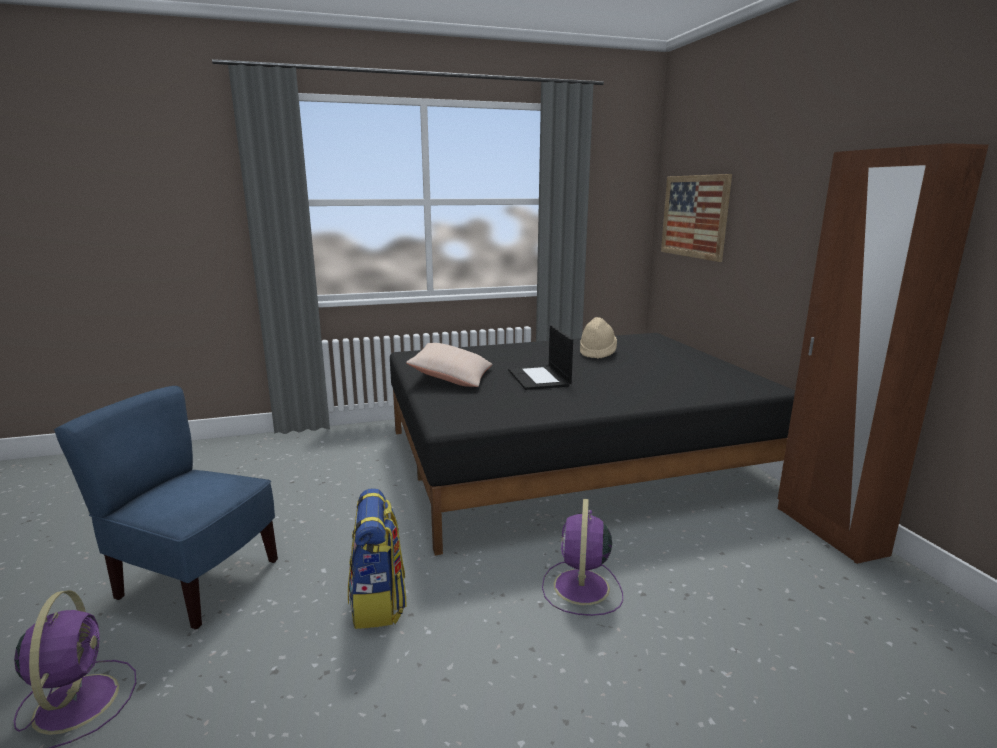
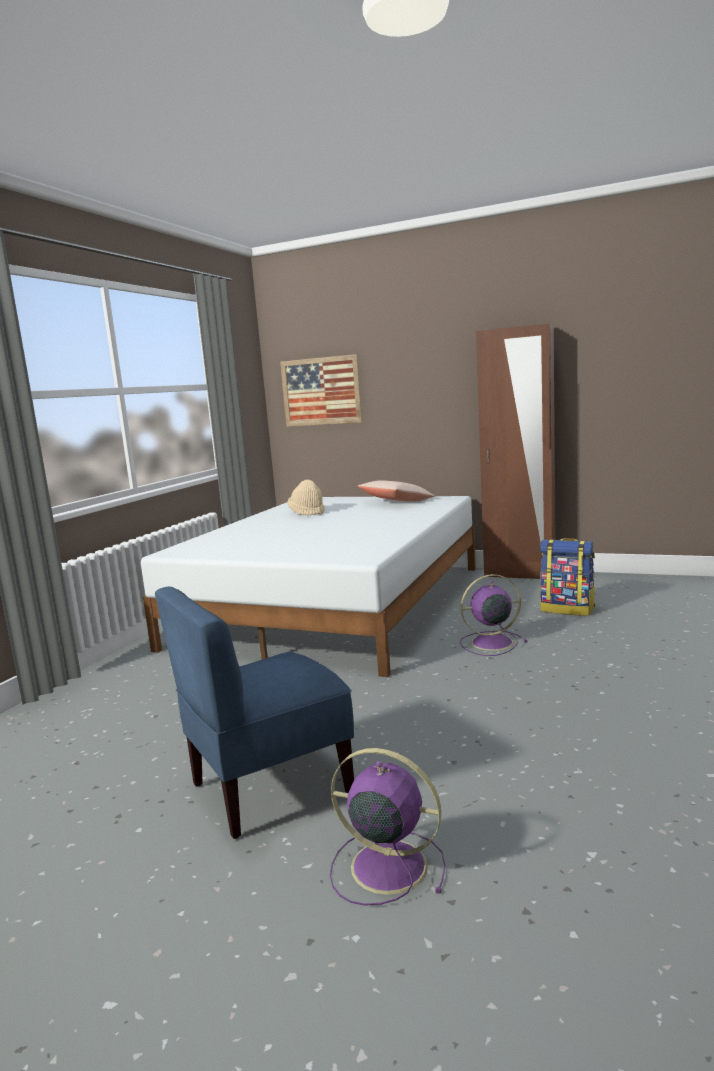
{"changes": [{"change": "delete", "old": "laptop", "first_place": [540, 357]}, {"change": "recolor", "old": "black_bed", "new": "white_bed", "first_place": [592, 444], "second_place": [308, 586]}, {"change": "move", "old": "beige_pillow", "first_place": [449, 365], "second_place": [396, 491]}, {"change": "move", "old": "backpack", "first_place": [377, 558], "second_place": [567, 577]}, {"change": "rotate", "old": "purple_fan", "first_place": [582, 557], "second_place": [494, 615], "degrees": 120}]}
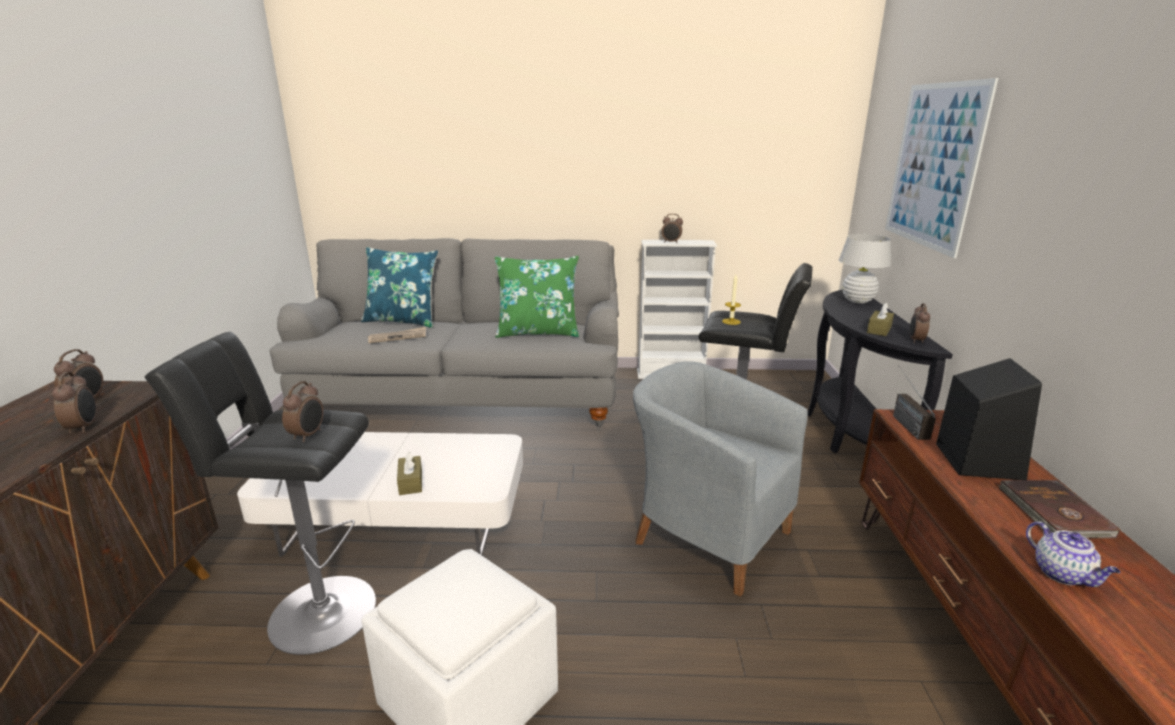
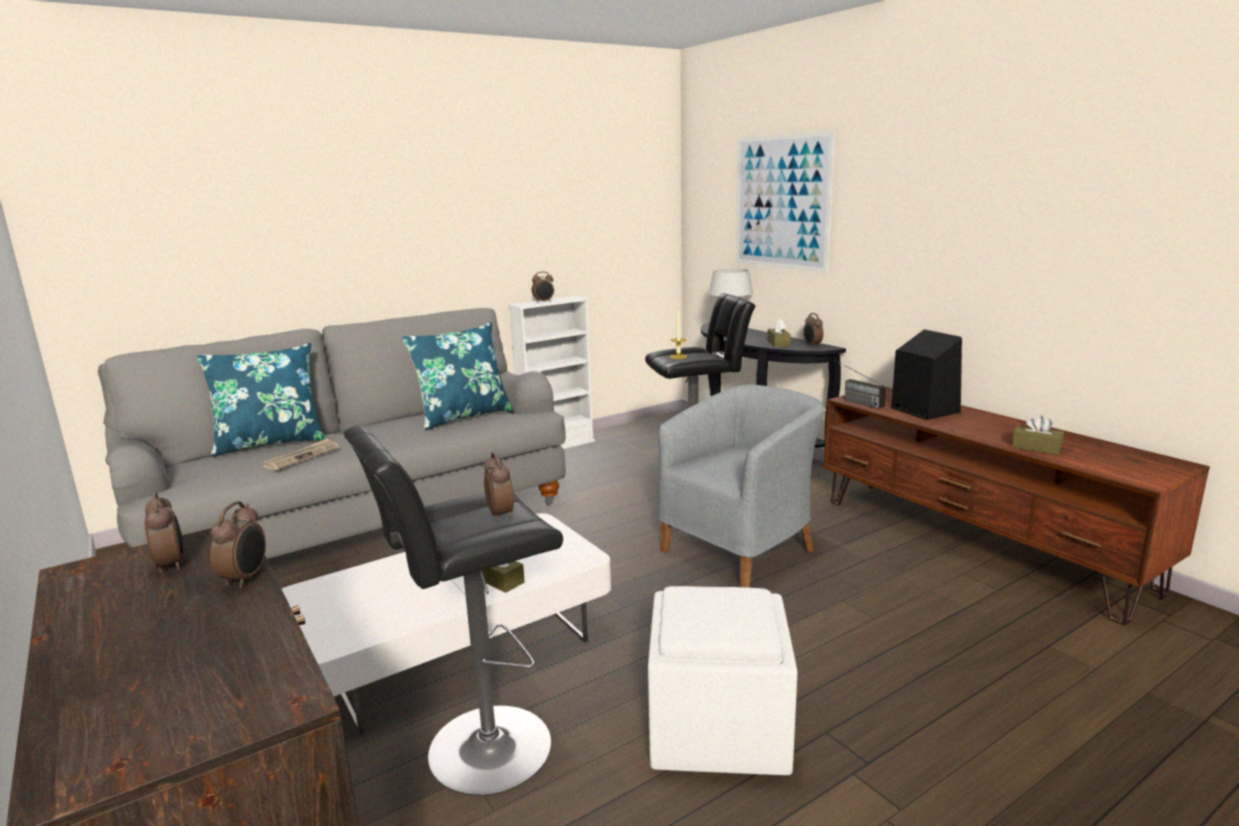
{"changes": [{"change": "recolor", "old": "green_pillow", "new": "blue_pillow", "first_place": [537, 297], "second_place": [457, 376]}, {"change": "rotate", "old": "grey_armchair", "first_place": [720, 479], "second_place": [741, 486], "degrees": 135}, {"change": "rotate", "old": "alarm_clock", "first_place": [74, 402], "second_place": [238, 544], "degrees": 60}, {"change": "delete", "old": "brown_book", "first_place": [1059, 509]}, {"change": "replace", "old": "teapot", "new": "brown_tissue_box", "first_place": [1073, 554], "second_place": [1038, 435]}]}
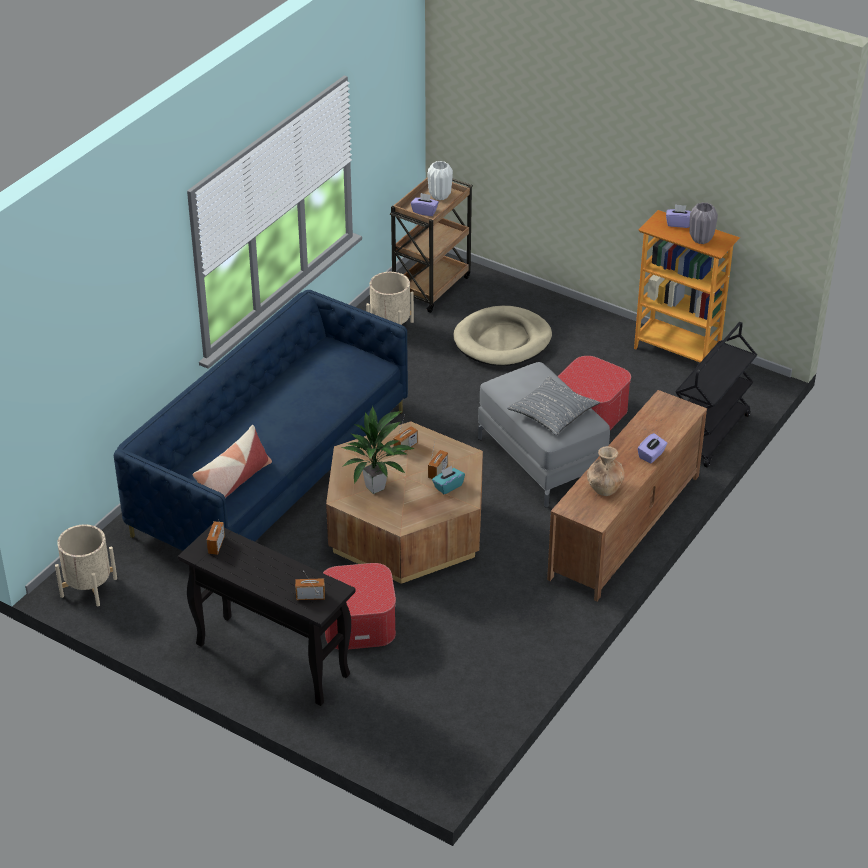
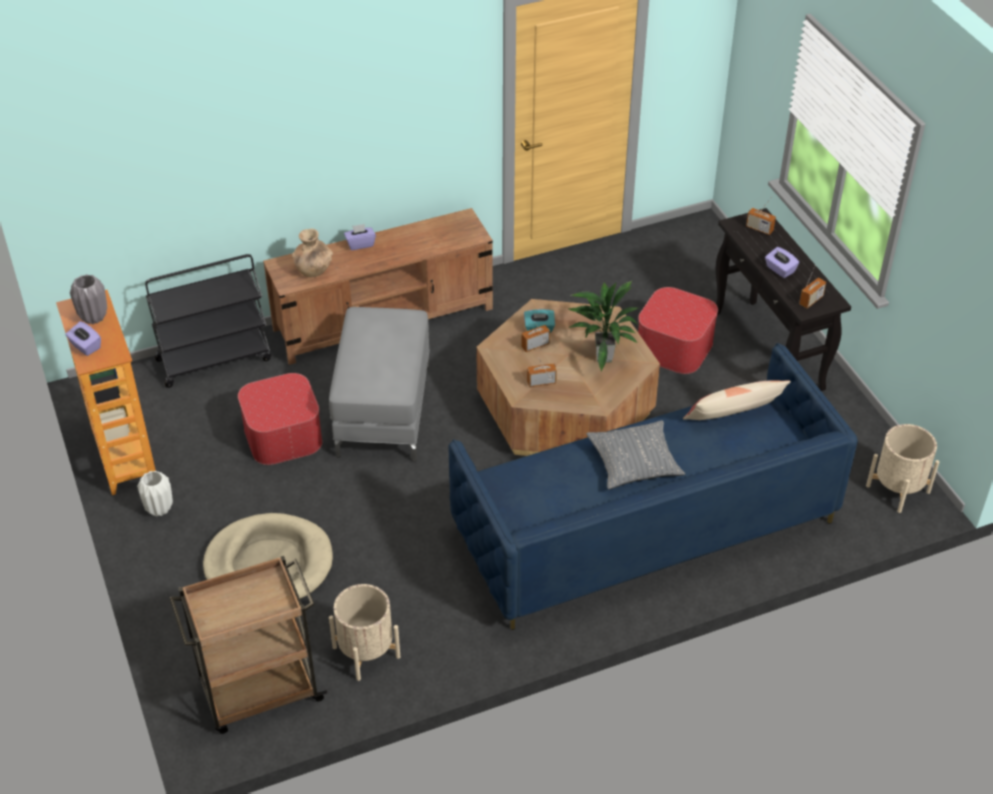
{"changes": [{"change": "move", "old": "white_vase", "first_place": [440, 180], "second_place": [155, 493]}, {"change": "move", "old": "purple_tissue_box", "first_place": [425, 204], "second_place": [782, 262]}, {"change": "move", "old": "grey_pillow", "first_place": [553, 405], "second_place": [635, 454]}, {"change": "move", "old": "brown_vase", "first_place": [606, 471], "second_place": [312, 253]}]}
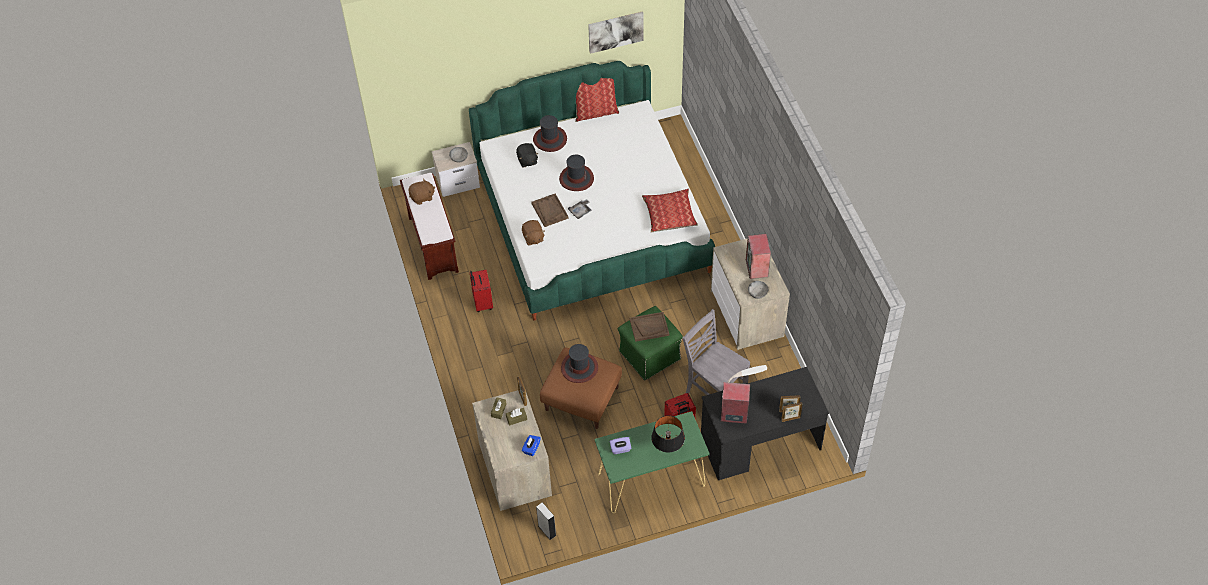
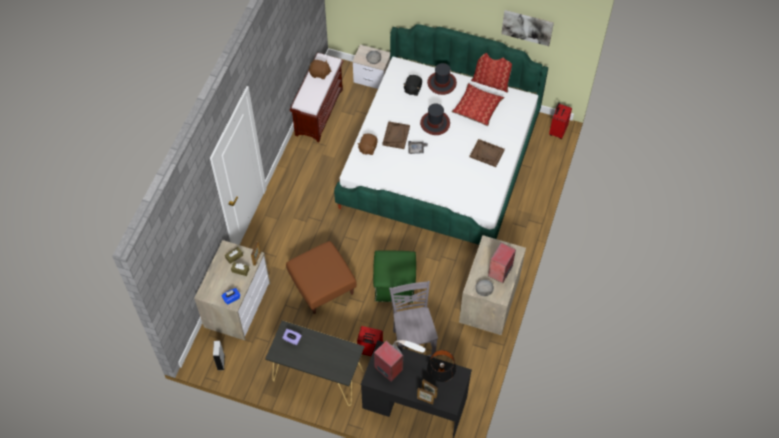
{"changes": [{"change": "move", "old": "pillow", "first_place": [670, 211], "second_place": [478, 104]}, {"change": "move", "old": "red_suitcase", "first_place": [481, 291], "second_place": [560, 120]}, {"change": "move", "old": "brown_tray", "first_place": [649, 327], "second_place": [487, 153]}, {"change": "delete", "old": "hat", "first_place": [579, 363]}, {"change": "recolor", "old": "green_console_table", "new": "black_console_table", "first_place": [652, 462], "second_place": [314, 363]}, {"change": "move", "old": "black_table_lamp", "first_place": [668, 433], "second_place": [441, 366]}]}
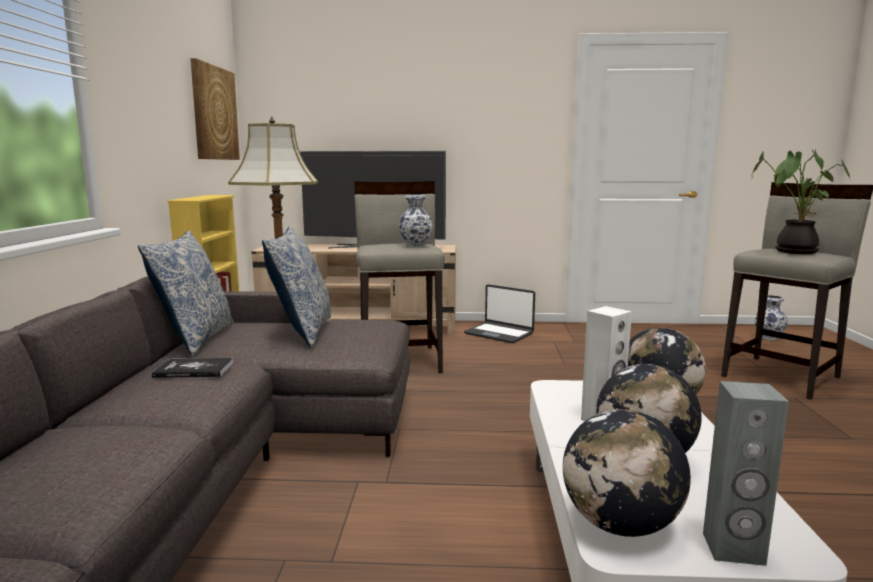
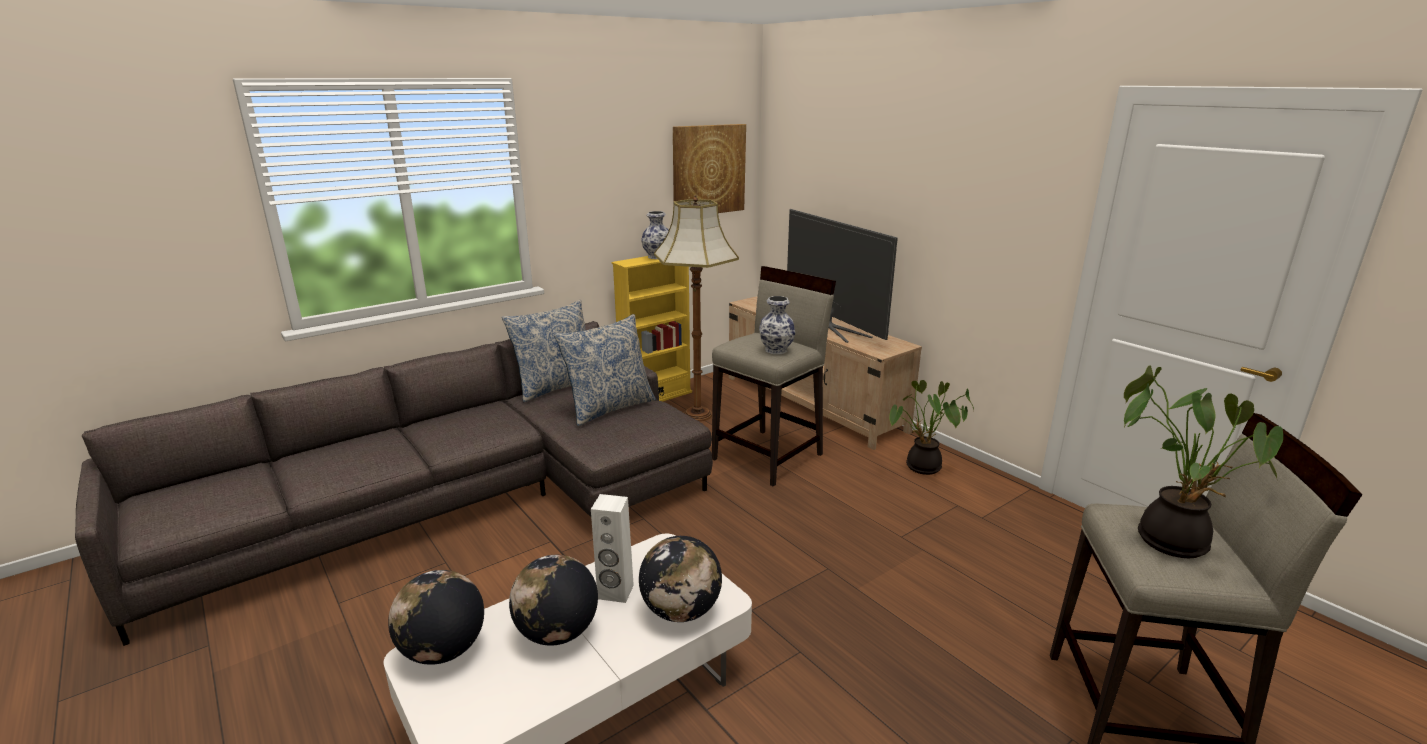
{"changes": [{"change": "replace", "old": "laptop", "new": "potted_plant", "first_place": [499, 313], "second_place": [931, 427]}, {"change": "move", "old": "vase", "first_place": [771, 317], "second_place": [655, 235]}, {"change": "delete", "old": "book", "first_place": [192, 368]}, {"change": "delete", "old": "grey_speaker", "first_place": [746, 473]}]}
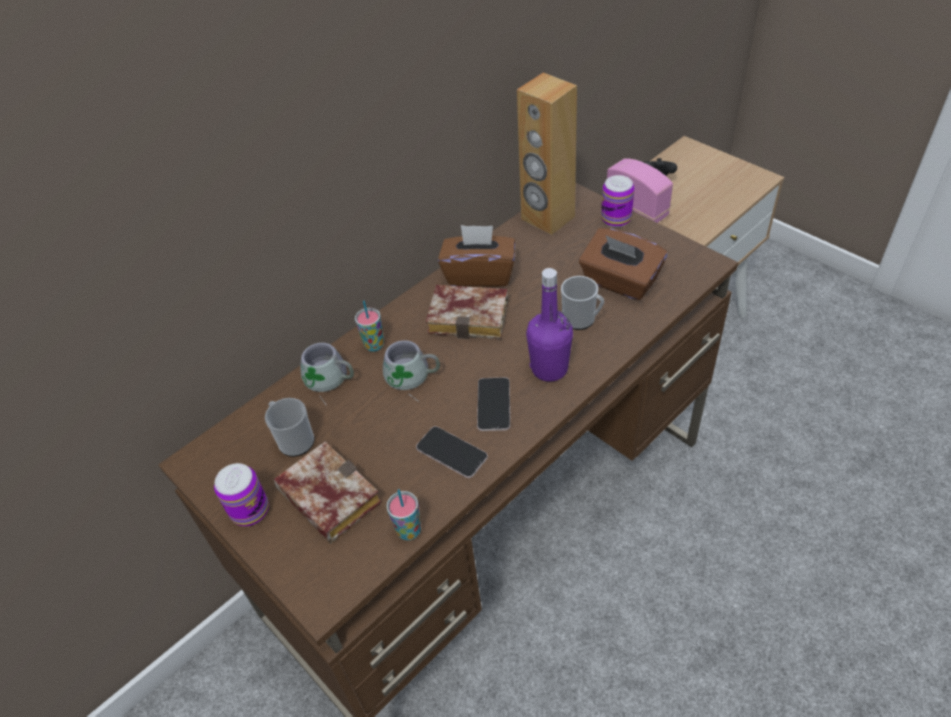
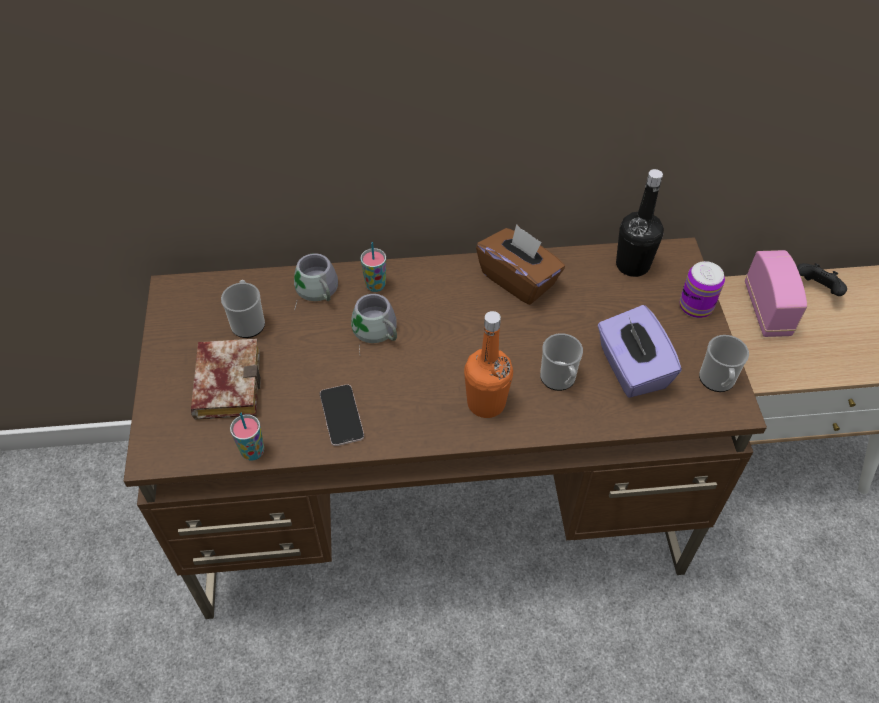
{"changes": [{"change": "replace", "old": "brown_speaker", "new": "black_bottle", "first_place": [547, 154], "second_place": [640, 223]}, {"change": "recolor", "old": "brown_tissue_box", "new": "purple_tissue_box", "first_place": [623, 264], "second_place": [639, 351]}, {"change": "recolor", "old": "purple_bottle", "new": "orange_bottle", "first_place": [549, 324], "second_place": [488, 364]}, {"change": "delete", "old": "book", "first_place": [467, 312]}, {"change": "delete", "old": "phone", "first_place": [493, 404]}, {"change": "delete", "old": "can", "first_place": [241, 494]}, {"change": "insert", "new": "mug", "second_place": [724, 363]}]}
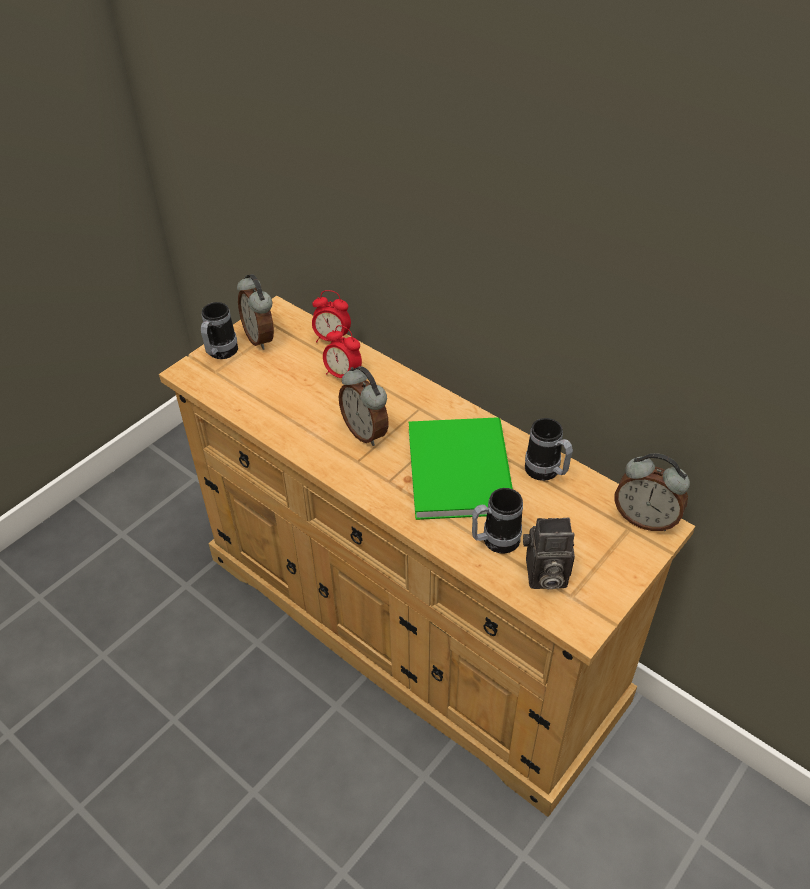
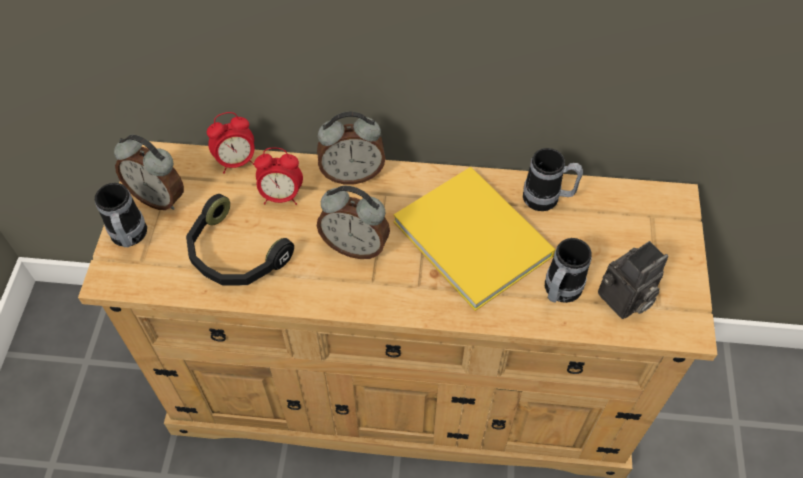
{"changes": [{"change": "recolor", "old": "green_book", "new": "yellow_book", "first_place": [461, 468], "second_place": [475, 239]}, {"change": "move", "old": "alarm_clock", "first_place": [652, 492], "second_place": [351, 148]}, {"change": "insert", "new": "black_headphones", "second_place": [240, 240]}]}
